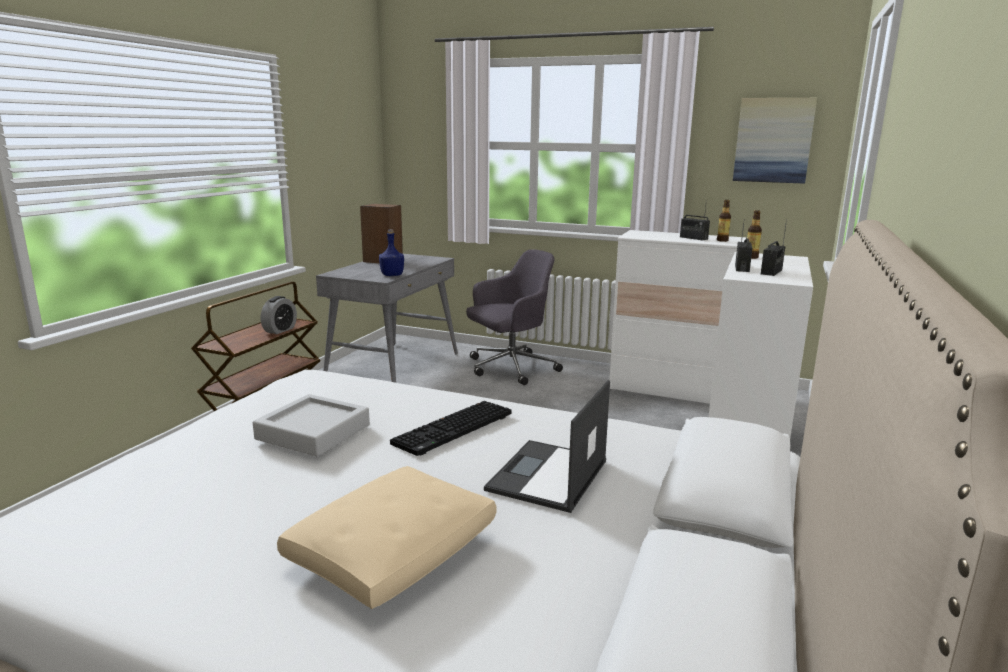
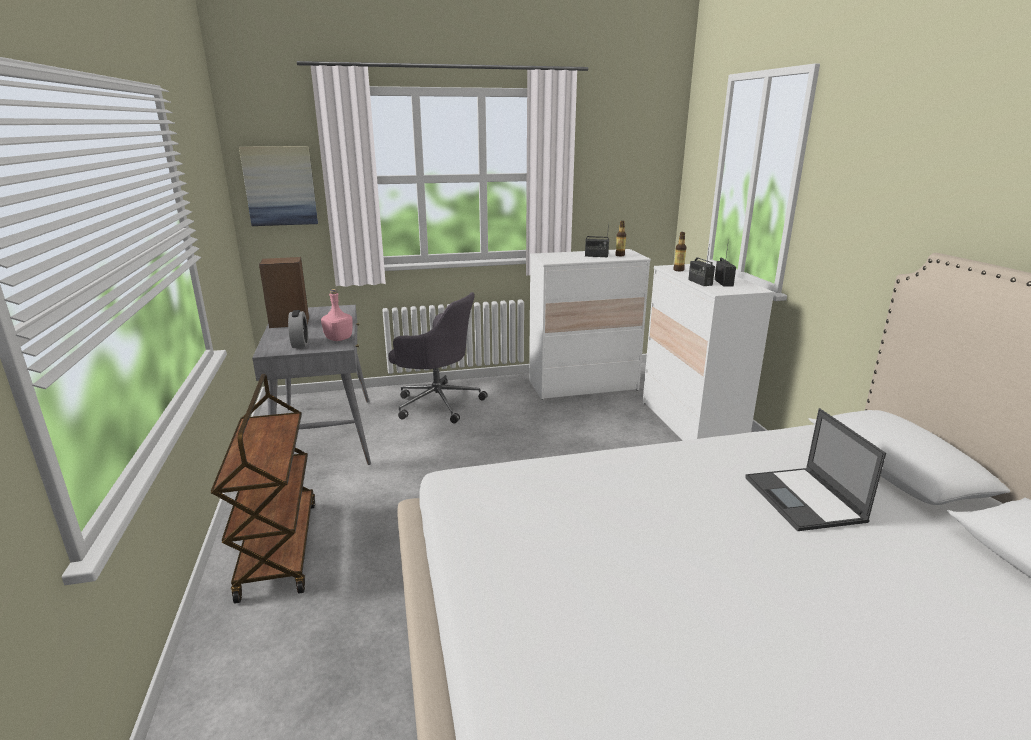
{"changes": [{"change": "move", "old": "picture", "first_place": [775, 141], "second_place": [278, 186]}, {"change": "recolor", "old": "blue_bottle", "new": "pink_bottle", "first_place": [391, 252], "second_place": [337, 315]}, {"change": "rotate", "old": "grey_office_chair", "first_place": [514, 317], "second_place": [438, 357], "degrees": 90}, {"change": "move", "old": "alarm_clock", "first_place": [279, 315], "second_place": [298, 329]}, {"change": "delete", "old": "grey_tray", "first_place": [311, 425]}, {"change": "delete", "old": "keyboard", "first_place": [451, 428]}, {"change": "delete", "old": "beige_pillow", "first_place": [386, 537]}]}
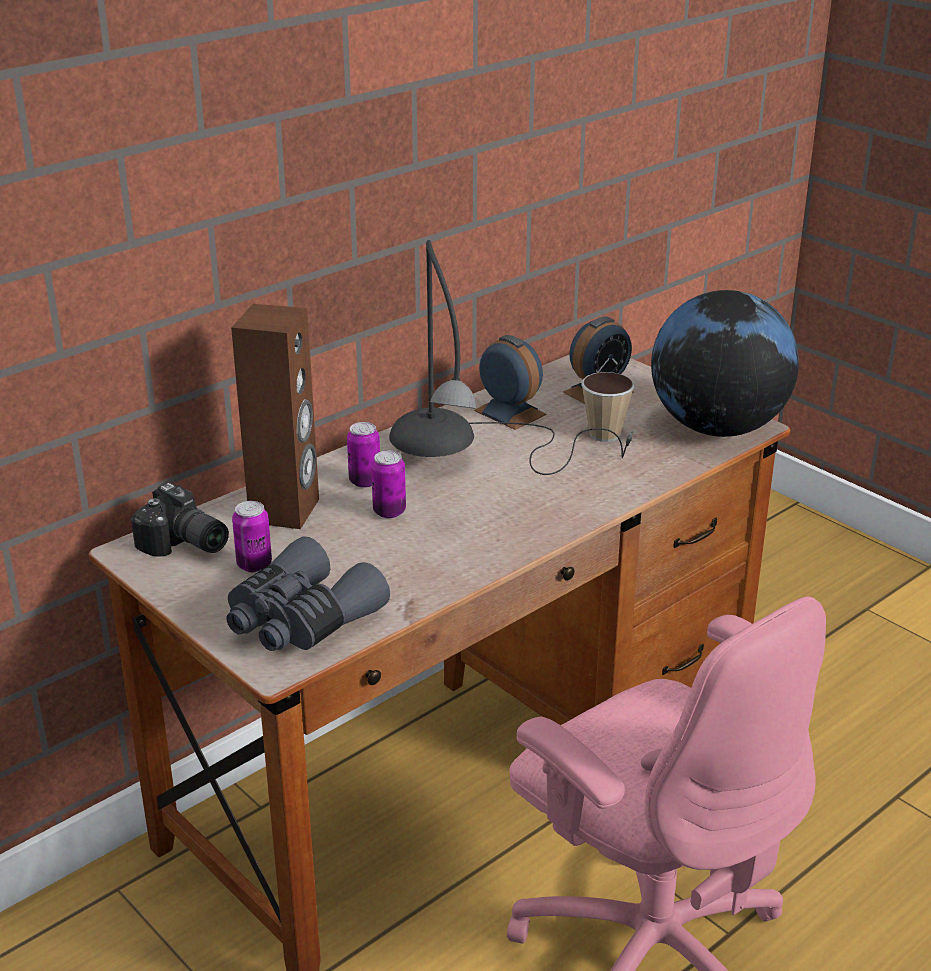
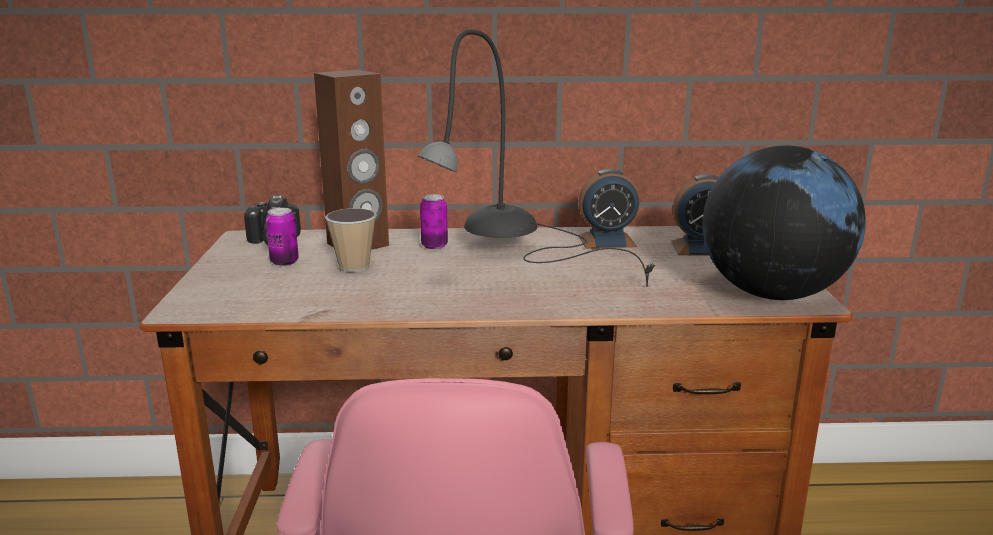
{"changes": [{"change": "rotate", "old": "alarm_clock", "first_place": [510, 382], "second_place": [609, 209], "degrees": 90}, {"change": "move", "old": "cup", "first_place": [607, 407], "second_place": [350, 240]}, {"change": "delete", "old": "can", "first_place": [388, 484]}, {"change": "delete", "old": "grey_binoculars", "first_place": [308, 593]}]}
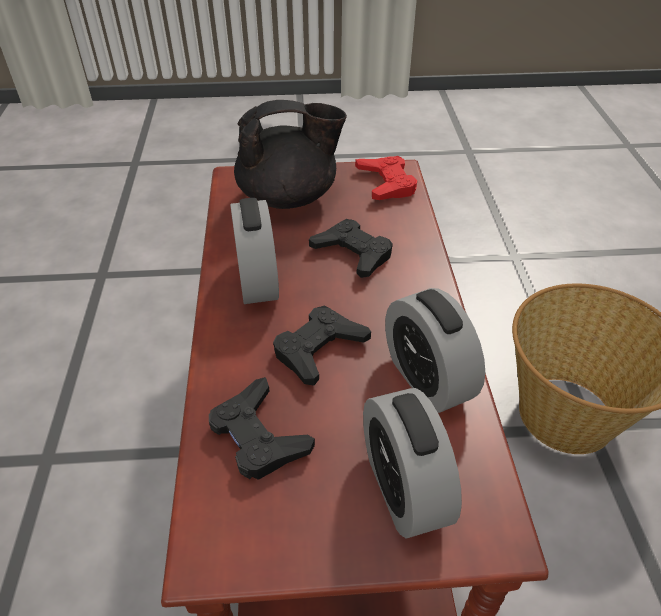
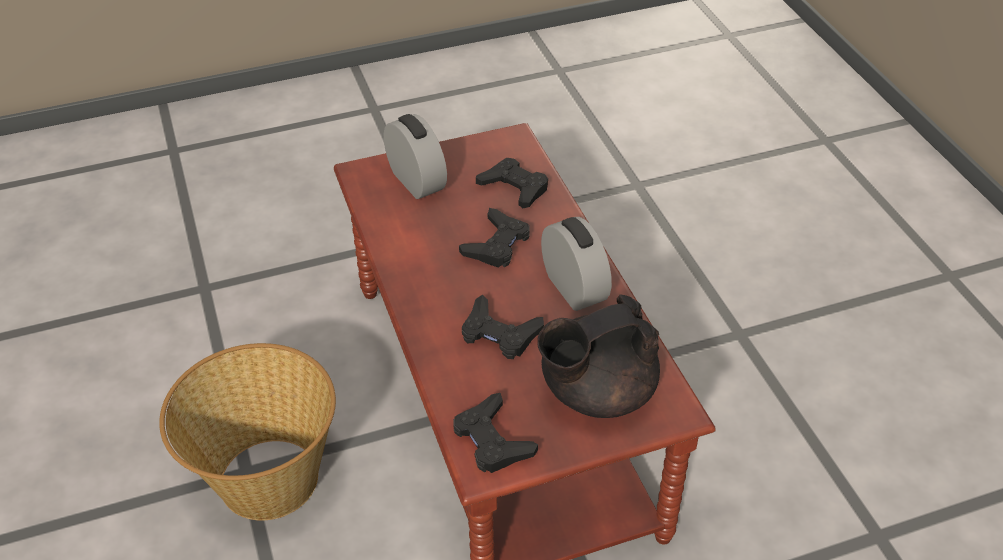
{"changes": [{"change": "recolor", "old": "red_game_controller", "new": "black_game_controller", "first_place": [386, 178], "second_place": [495, 433]}, {"change": "delete", "old": "alarm_clock", "first_place": [435, 350]}]}
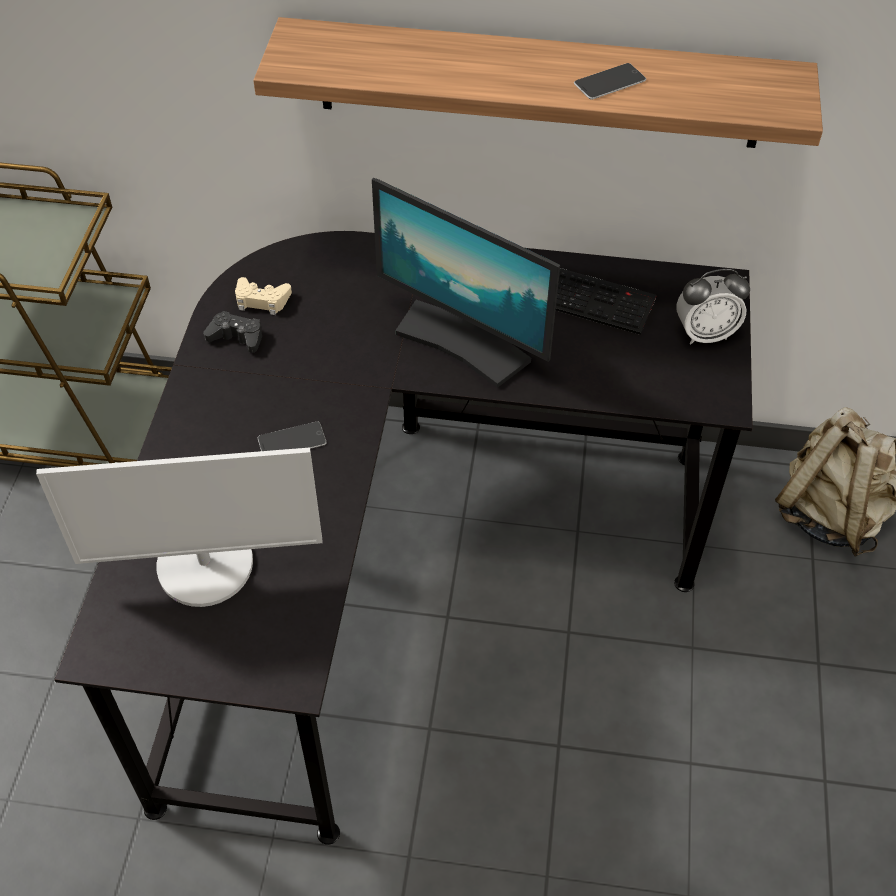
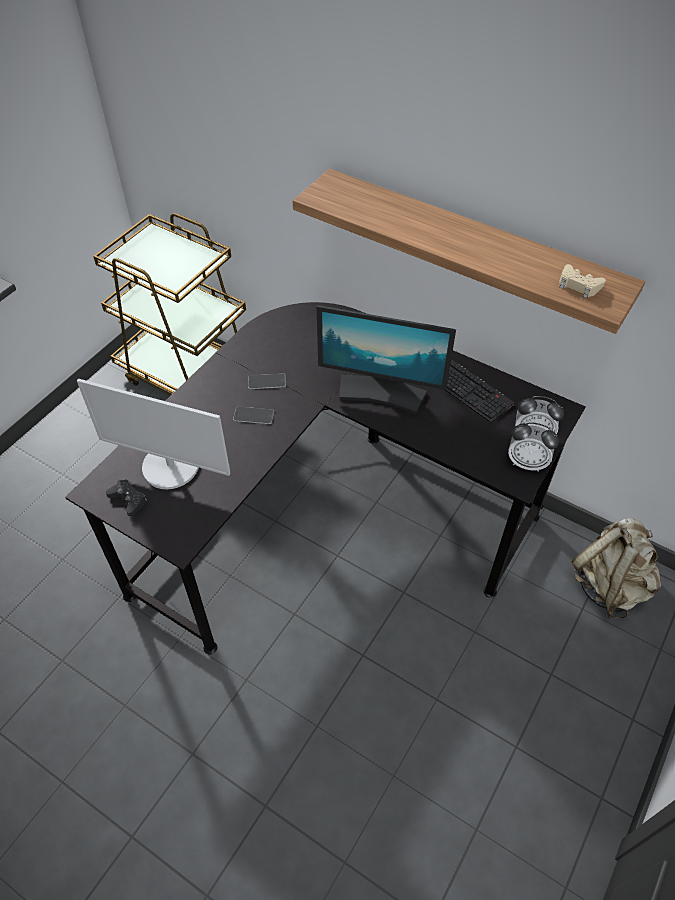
{"changes": [{"change": "move", "old": "phone", "first_place": [610, 81], "second_place": [267, 381]}, {"change": "rotate", "old": "monitor", "first_place": [466, 283], "second_place": [386, 359], "degrees": -45}, {"change": "move", "old": "beige_game_controller", "first_place": [263, 296], "second_place": [582, 281]}, {"change": "move", "old": "black_game_controller", "first_place": [232, 332], "second_place": [126, 497]}, {"change": "insert", "new": "alarm_clock", "second_place": [533, 447]}]}
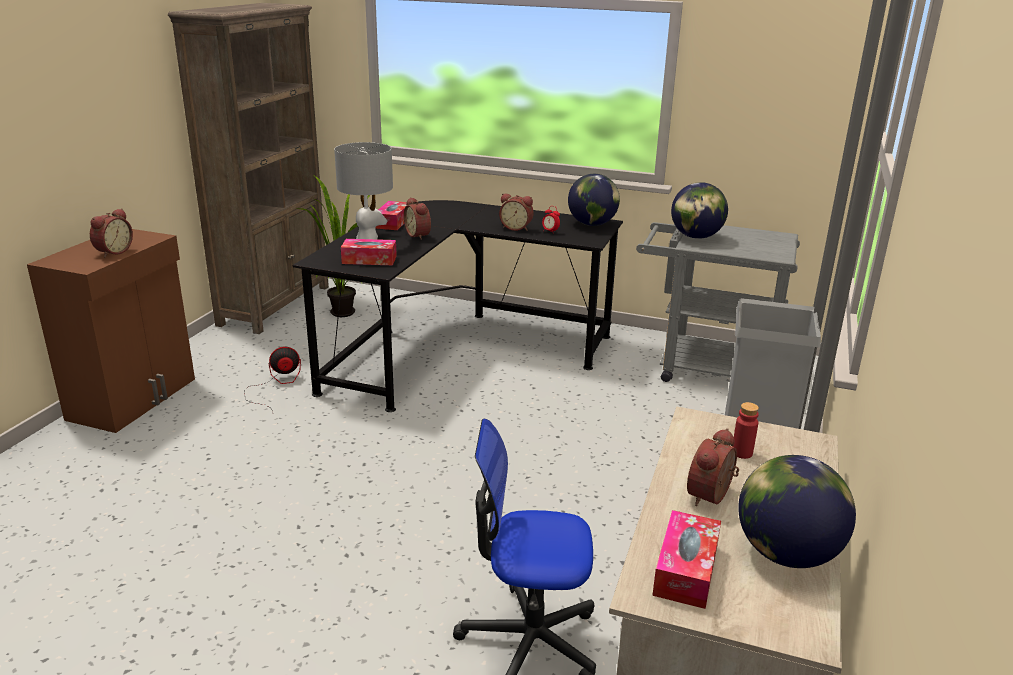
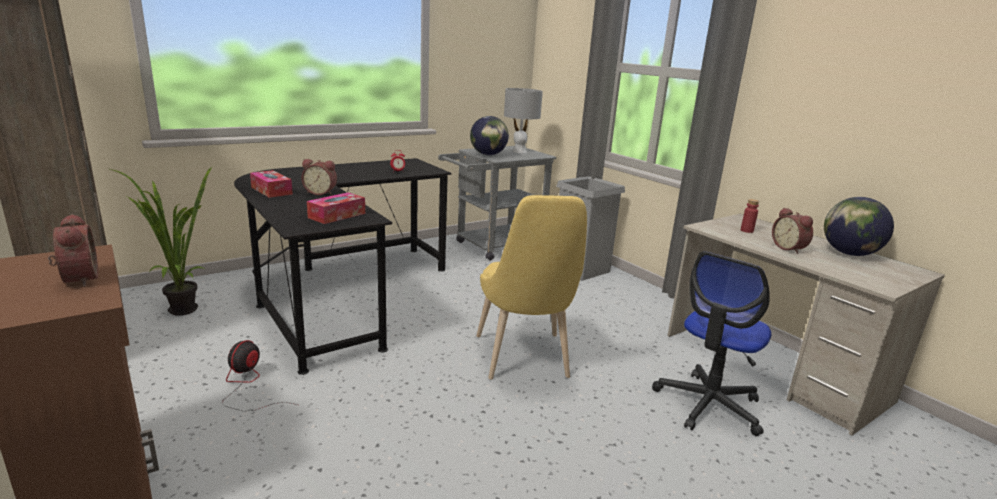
{"changes": [{"change": "move", "old": "grey_table_lamp", "first_place": [363, 190], "second_place": [523, 120]}, {"change": "delete", "old": "globe", "first_place": [594, 200]}, {"change": "delete", "old": "alarm_clock", "first_place": [516, 212]}, {"change": "delete", "old": "tissue_box", "first_place": [686, 559]}, {"change": "insert", "new": "yellow_chair", "second_place": [532, 287]}]}
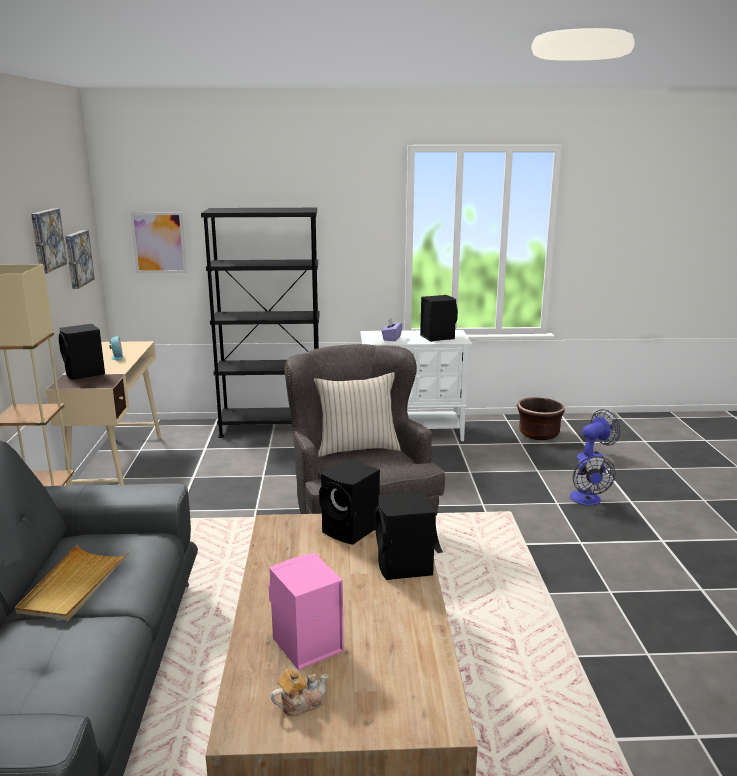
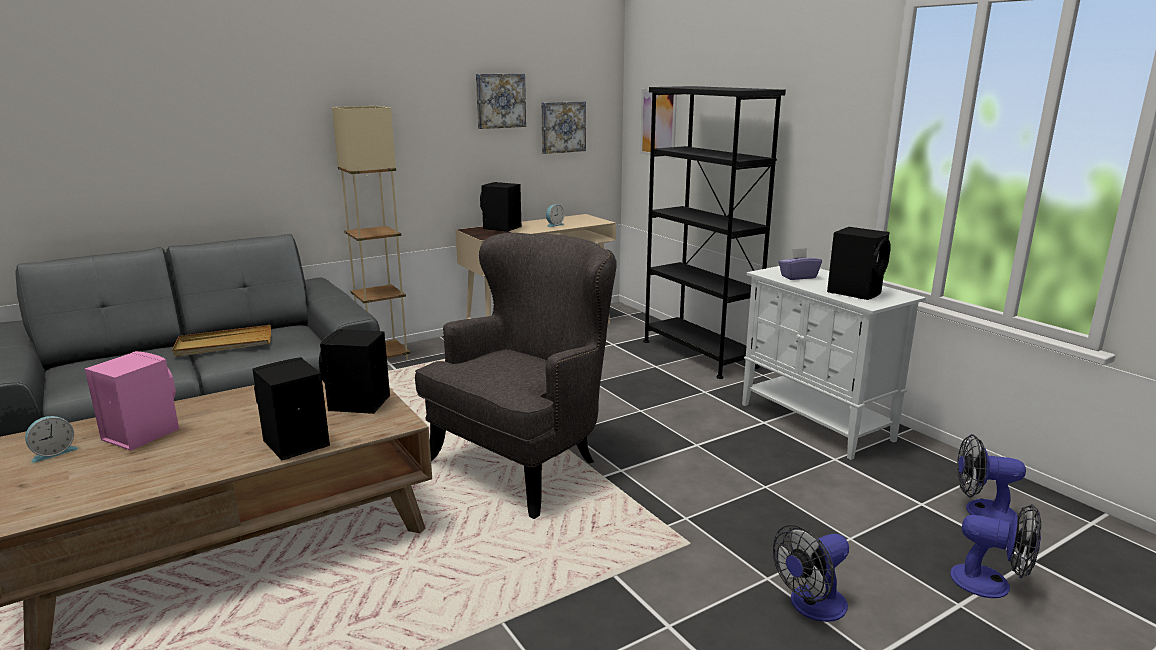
{"changes": [{"change": "delete", "old": "beige_pillow", "first_place": [357, 414]}, {"change": "replace", "old": "brown_planter", "new": "fan", "first_place": [541, 418], "second_place": [991, 479]}, {"change": "replace", "old": "teapot", "new": "alarm_clock", "first_place": [299, 692], "second_place": [51, 439]}]}
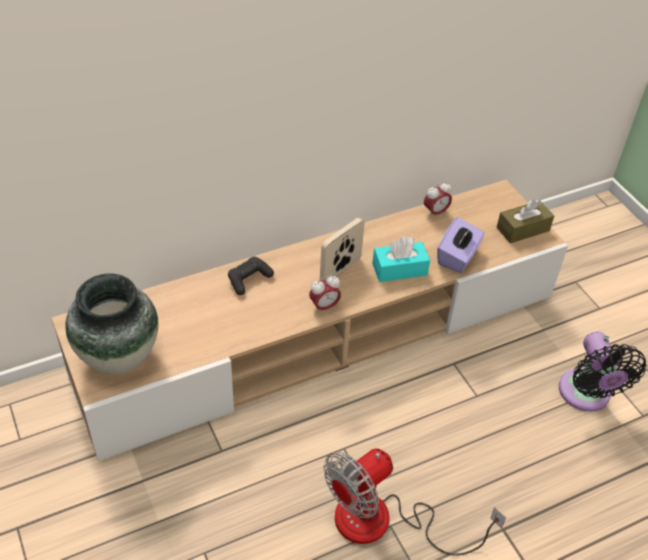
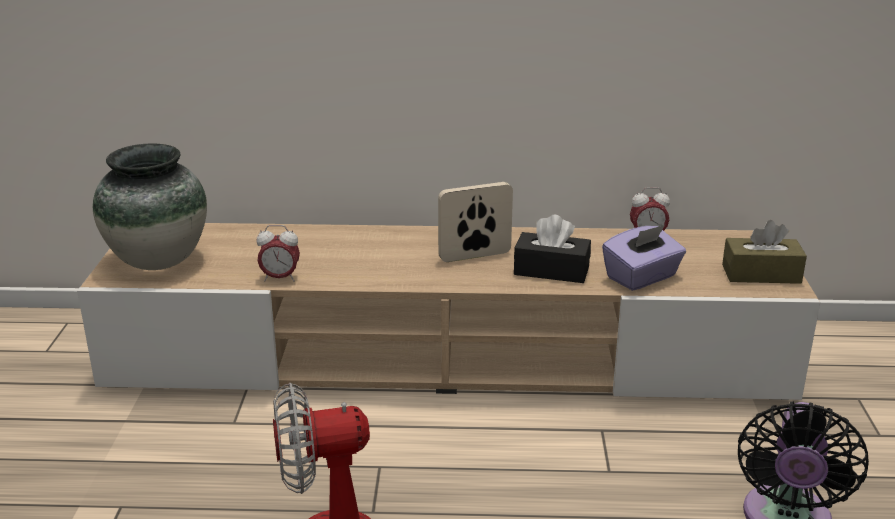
{"changes": [{"change": "recolor", "old": "turquoise_tissue_box", "new": "black_tissue_box", "first_place": [401, 259], "second_place": [552, 249]}, {"change": "delete", "old": "black_game_controller", "first_place": [251, 276]}, {"change": "move", "old": "alarm_clock", "first_place": [325, 294], "second_place": [278, 253]}]}
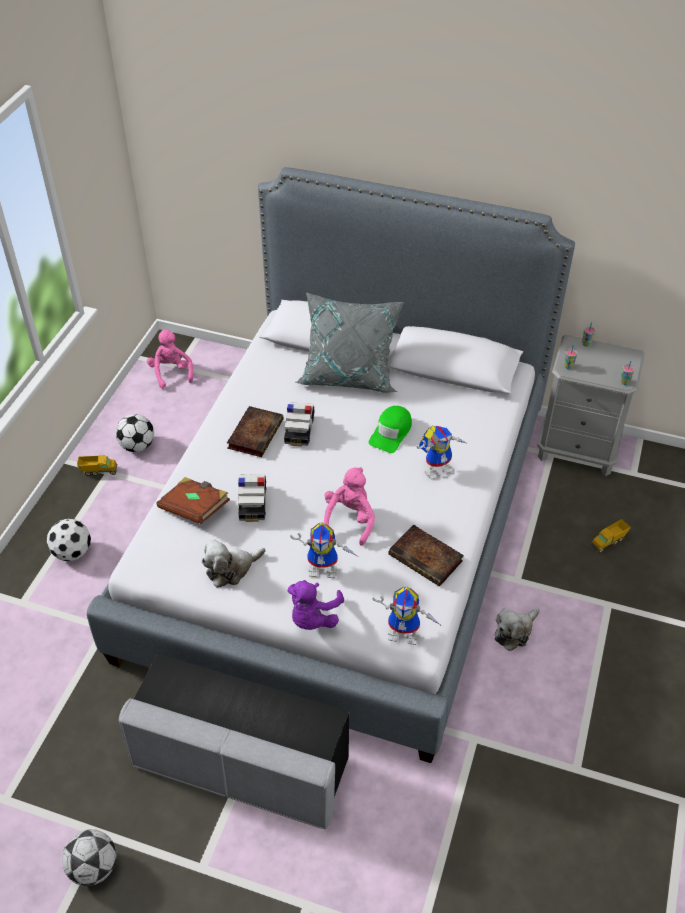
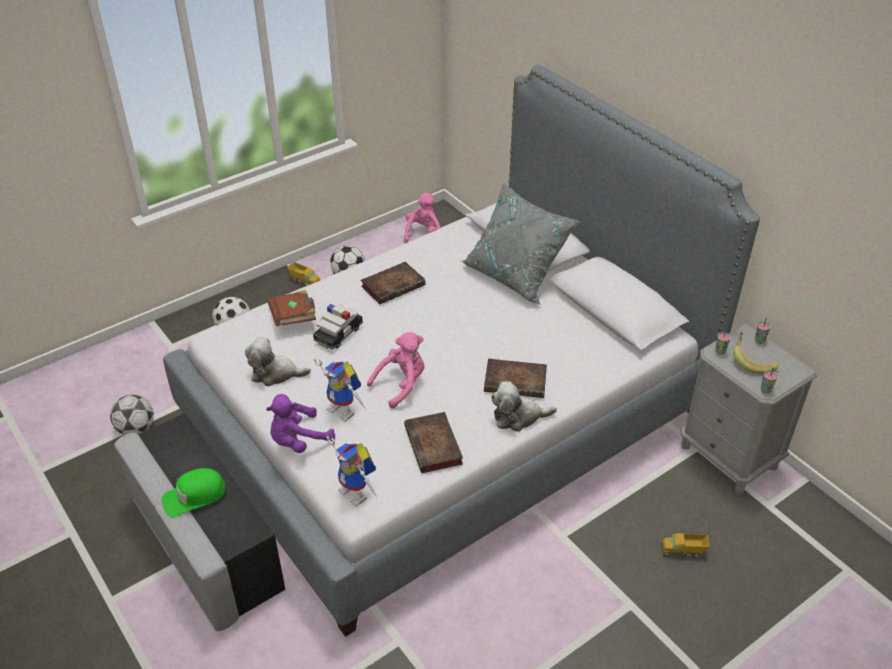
{"changes": [{"change": "delete", "old": "toy_car", "first_place": [299, 424]}, {"change": "move", "old": "green_cap", "first_place": [390, 429], "second_place": [194, 492]}, {"change": "replace", "old": "toy_robot", "new": "book", "first_place": [442, 452], "second_place": [515, 378]}, {"change": "move", "old": "plush_toy", "first_place": [517, 629], "second_place": [524, 406]}, {"change": "move", "old": "football", "first_place": [89, 857], "second_place": [132, 415]}, {"change": "insert", "new": "banana", "second_place": [756, 353]}]}
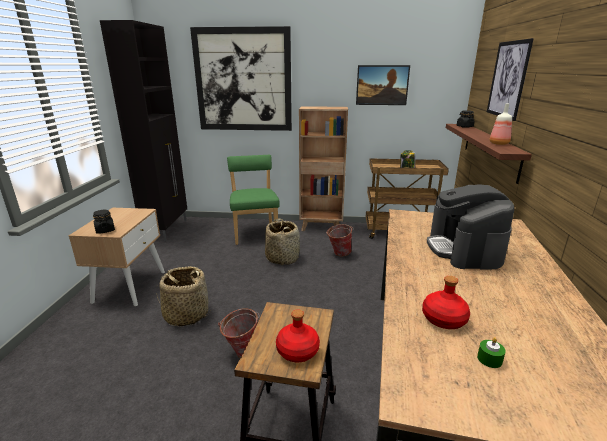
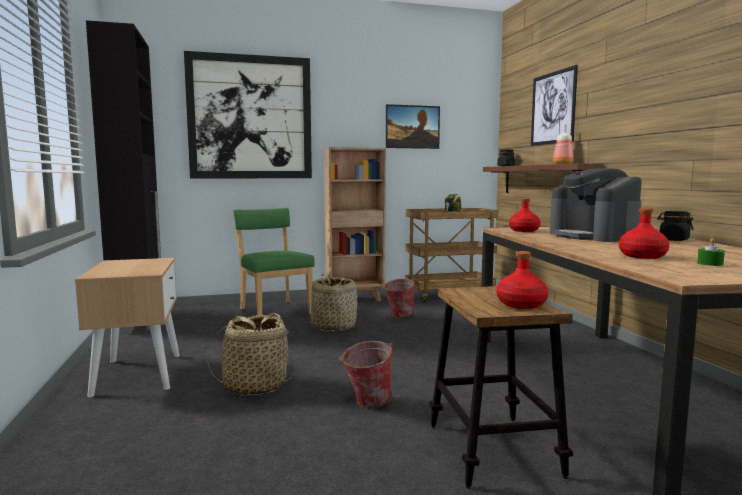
{"changes": [{"change": "move", "old": "black_jar", "first_place": [104, 222], "second_place": [675, 226]}, {"change": "insert", "new": "red_bottle", "second_place": [525, 215]}]}
